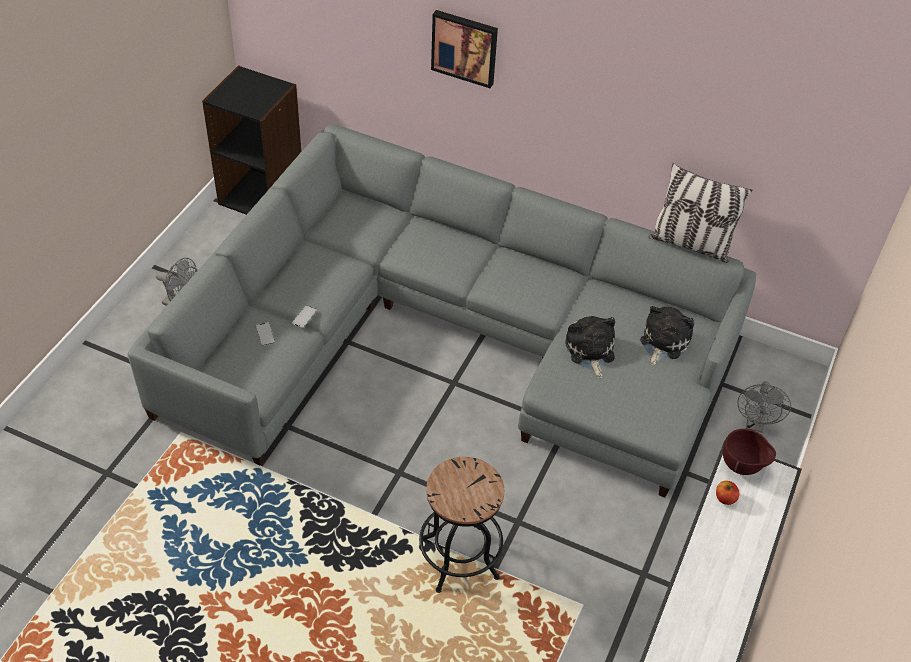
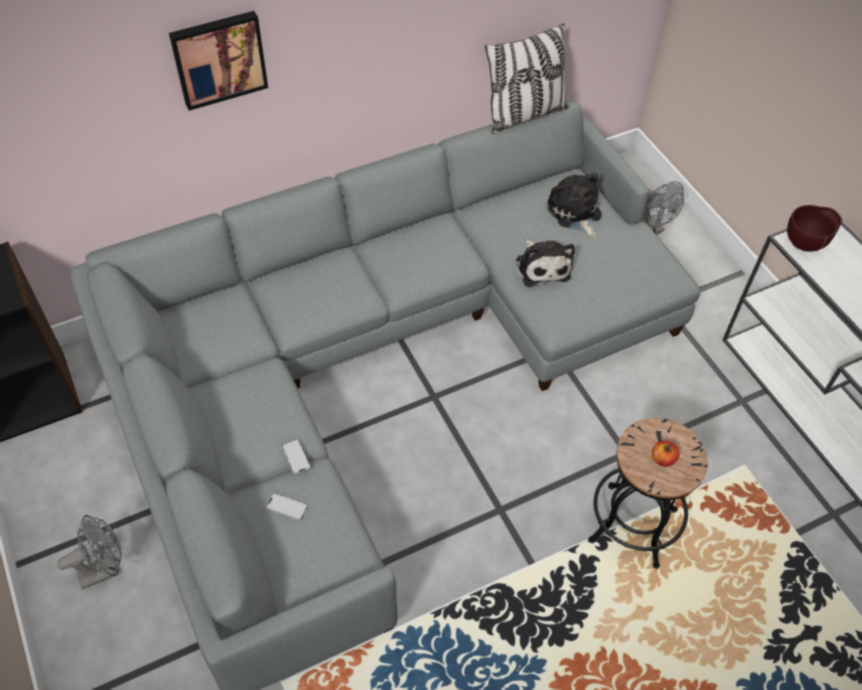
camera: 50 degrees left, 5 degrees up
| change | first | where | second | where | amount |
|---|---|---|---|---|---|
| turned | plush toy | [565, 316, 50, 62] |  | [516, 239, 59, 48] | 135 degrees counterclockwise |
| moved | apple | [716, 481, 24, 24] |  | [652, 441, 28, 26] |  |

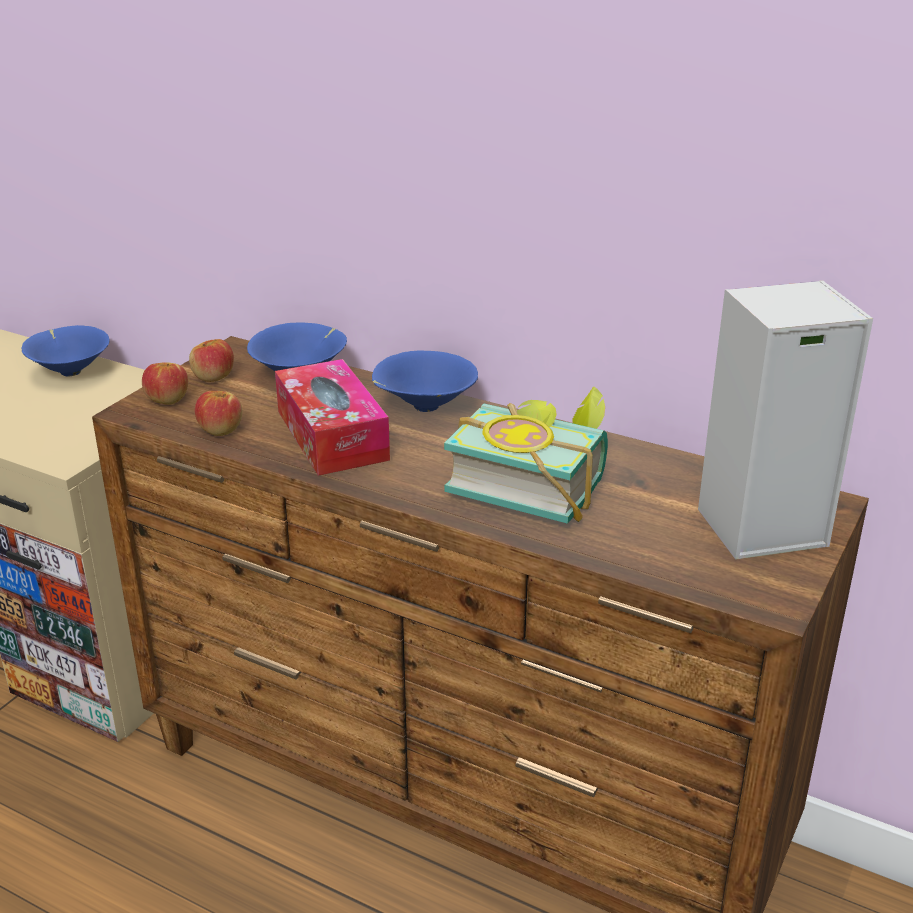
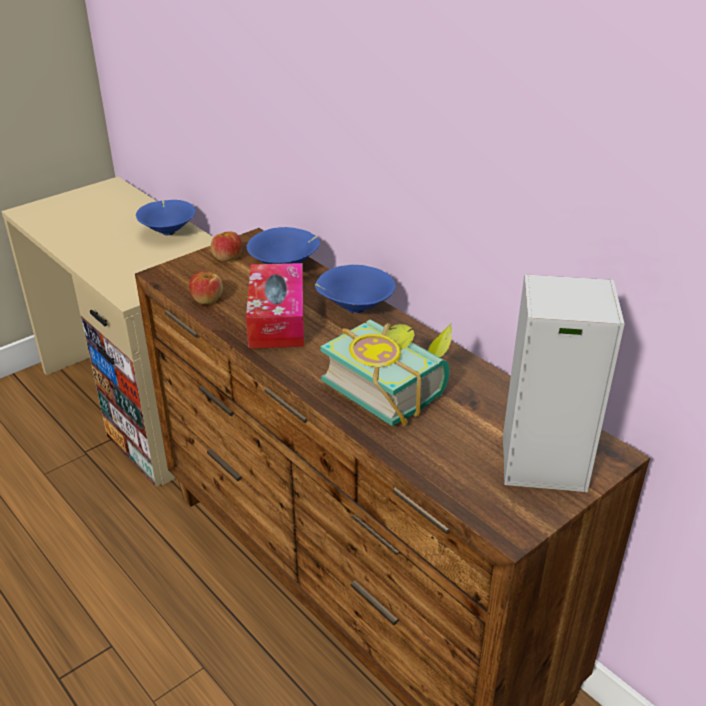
camera: 20 degrees right, 5 degrees up
| change | first | where | second | where | amount |
|---|---|---|---|---|---|
| removed | apple | [142, 362, 46, 43] |  |  |  |

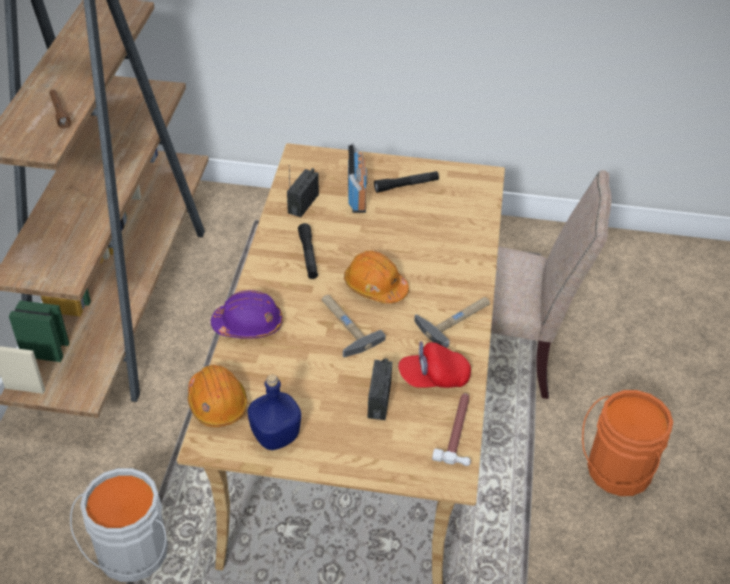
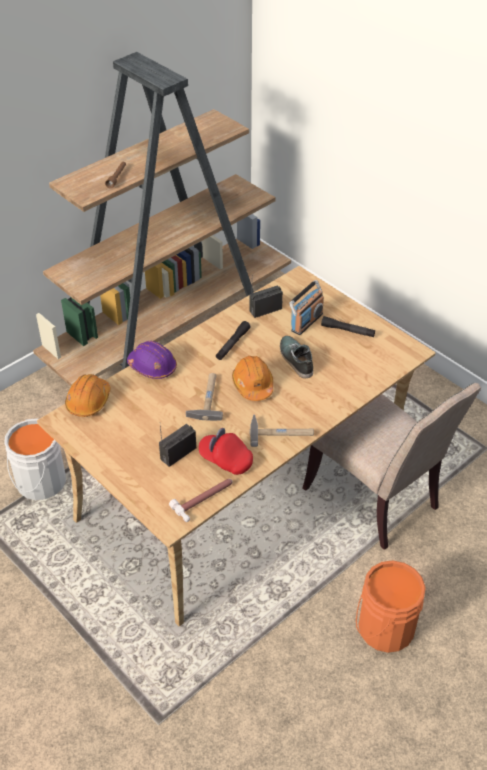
camera: 40 degrees right, 0 degrees up
| change | first | where | second | where | amount |
|---|---|---|---|---|---|
| removed | bottle (blue) | [248, 374, 53, 76] |  |  |  |
| added |  |  | shoe | [280, 336, 33, 42] |  |

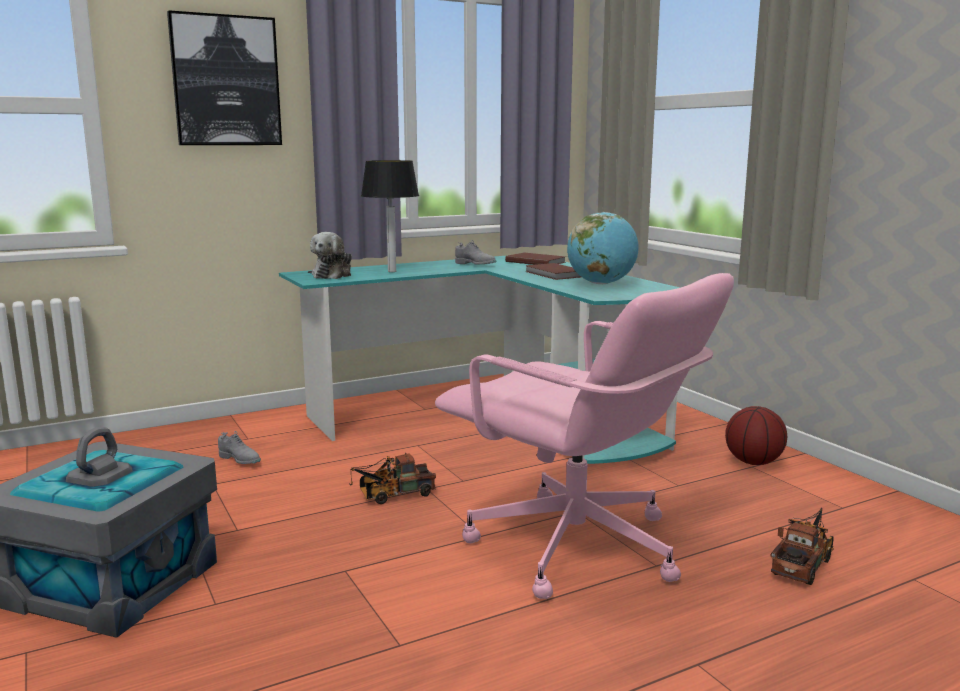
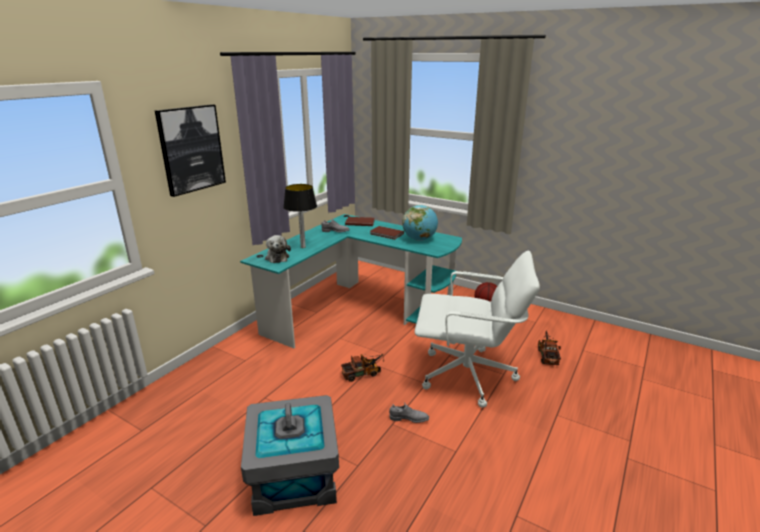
camera: 30 degrees left, 10 degrees up
| change | first | where | second | where | amount |
|---|---|---|---|---|---|
| recoloured | office chair (pink) | [435, 273, 299, 326] | office chair (white) | [415, 251, 125, 157] |  |
| moved | shoe (grey) | [218, 431, 43, 33] |  | [389, 403, 40, 20] |  |
| turned | toy truck | [349, 453, 87, 51] |  | [341, 354, 44, 28] | 150 degrees counterclockwise |

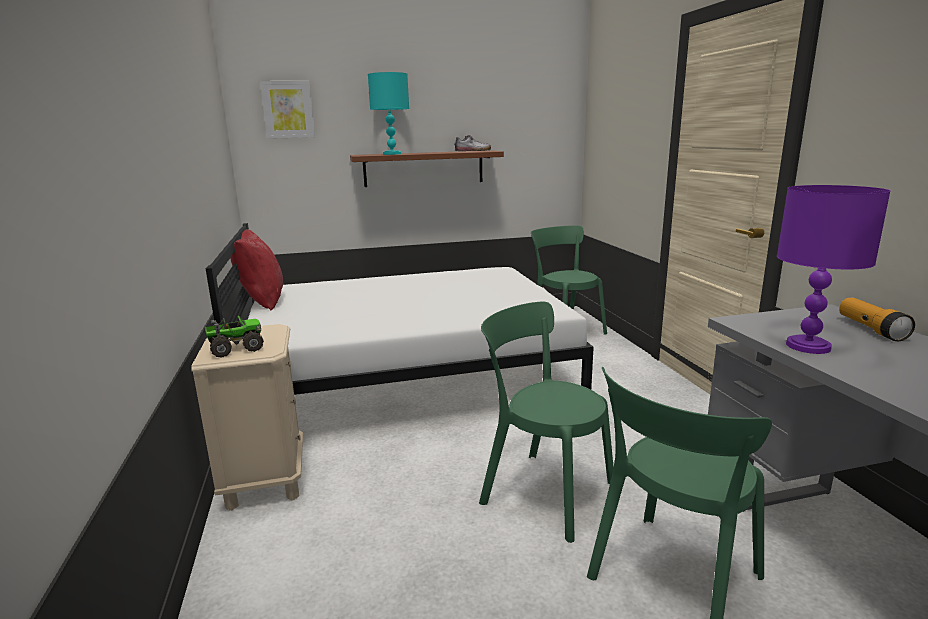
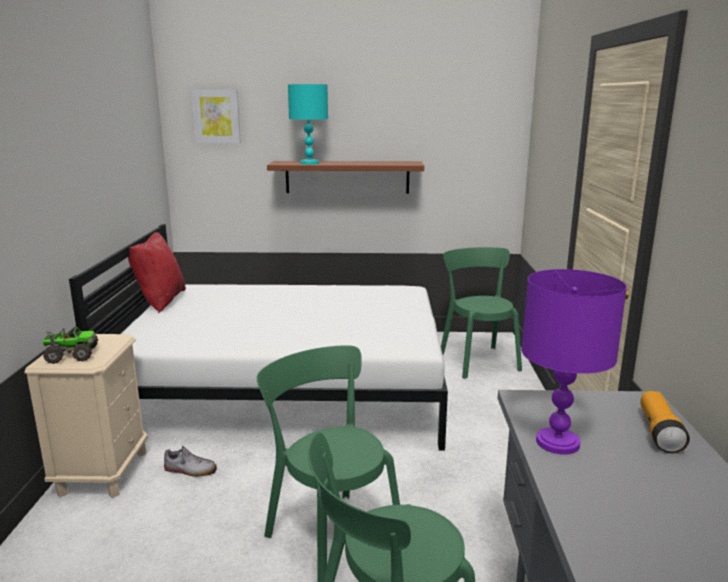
camera: 15 degrees right, 0 degrees up
| change | first | where | second | where | amount |
|---|---|---|---|---|---|
| moved | shoe | [455, 135, 36, 16] |  | [164, 446, 53, 30] |  |

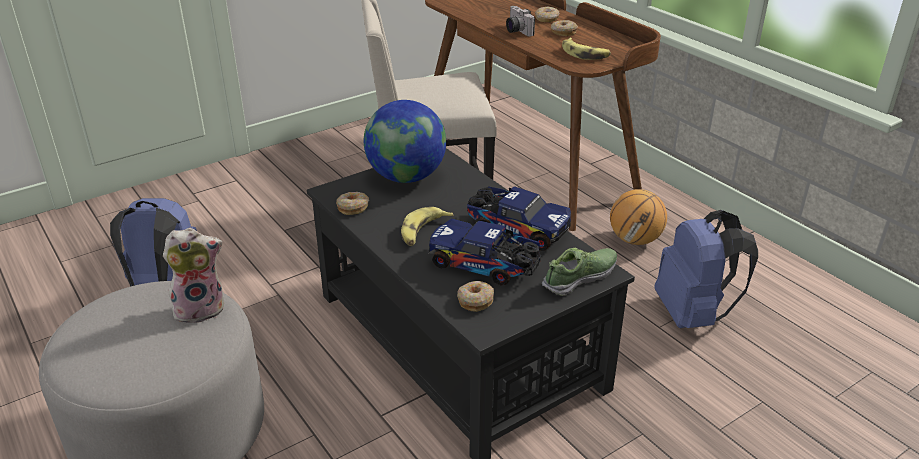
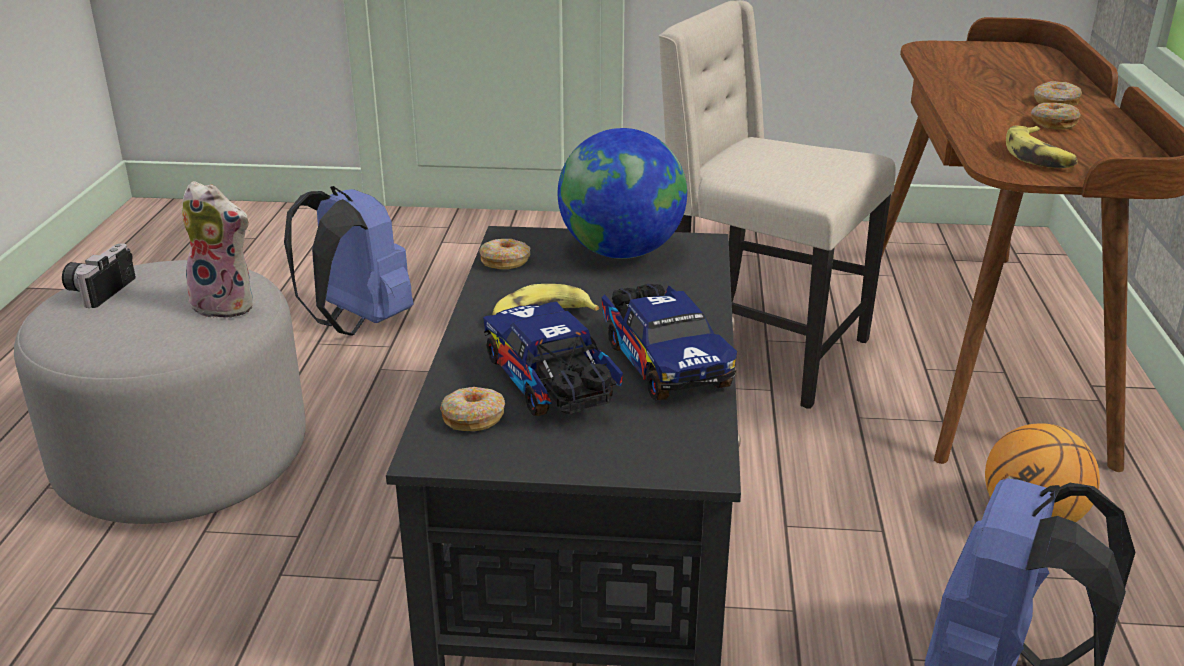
camera: 40 degrees right, 5 degrees down
| change | first | where | second | where | amount |
|---|---|---|---|---|---|
| moved | photo camera | [506, 6, 29, 30] |  | [62, 243, 74, 65] |  |
| removed | shoe | [542, 248, 75, 48] |  |  |  |

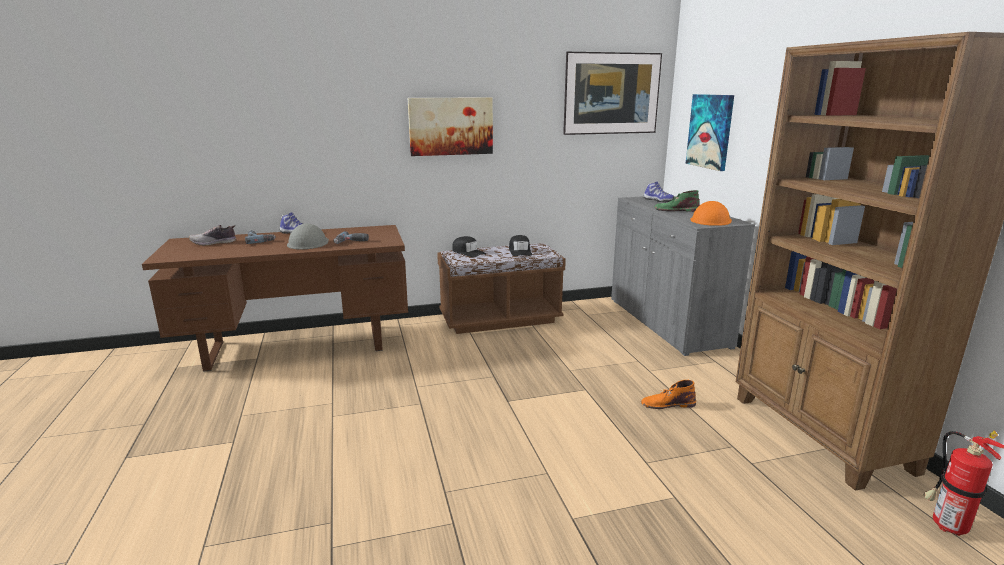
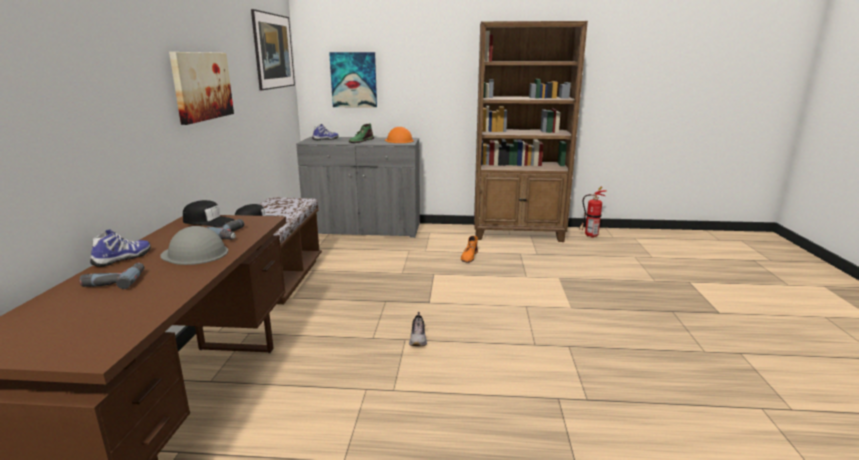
camera: 70 degrees left, 0 degrees up
| change | first | where | second | where | amount |
|---|---|---|---|---|---|
| moved | shoe | [189, 225, 47, 21] |  | [409, 312, 18, 34] |  |
| moved | cap (black) | [509, 235, 23, 21] |  | [183, 200, 52, 27] |  |

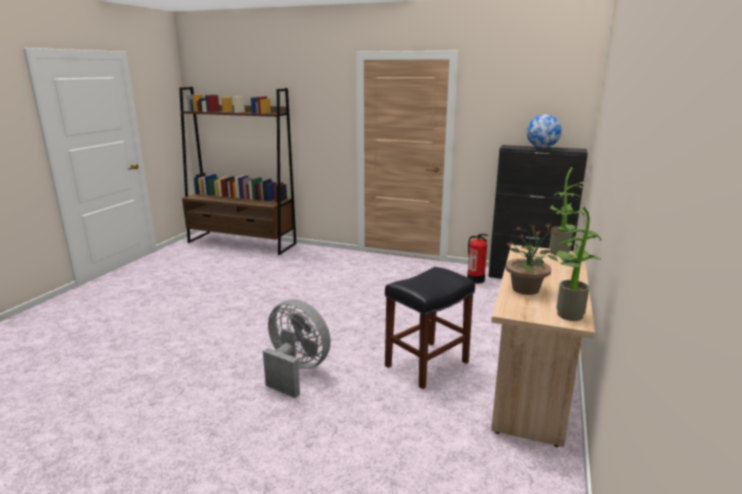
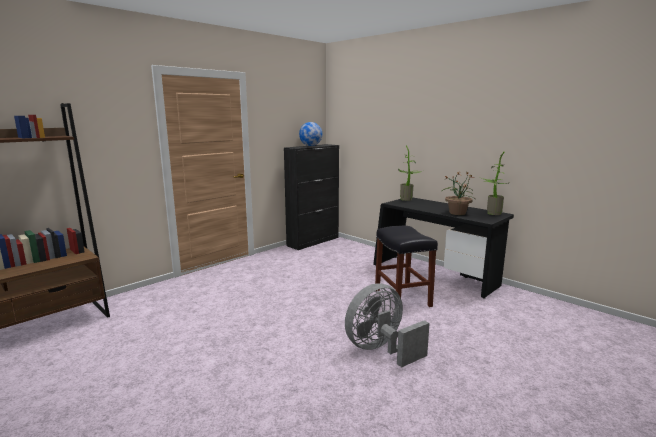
camera: 65 degrees left, 5 degrees down
| change | first | where | second | where | amount |
|---|---|---|---|---|---|
| removed | fire extinguisher | [467, 234, 21, 50] |  |  |  |
| recoloured | desk (beige) | [491, 244, 104, 203] | desk (black) | [373, 198, 141, 101] |  |

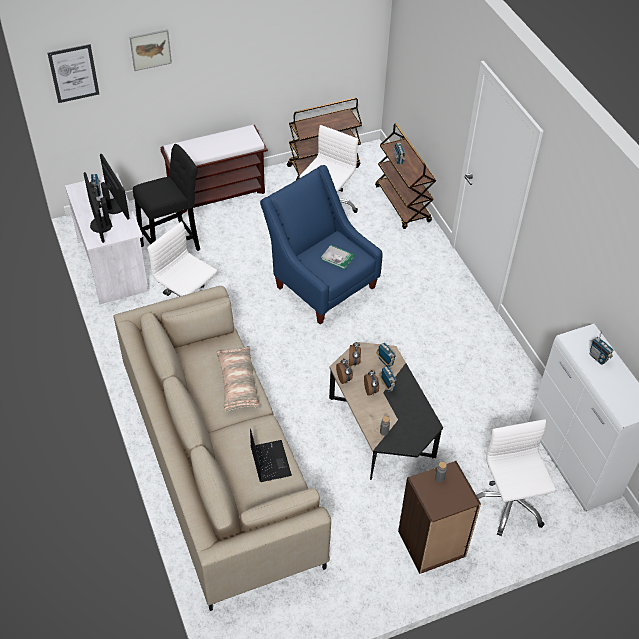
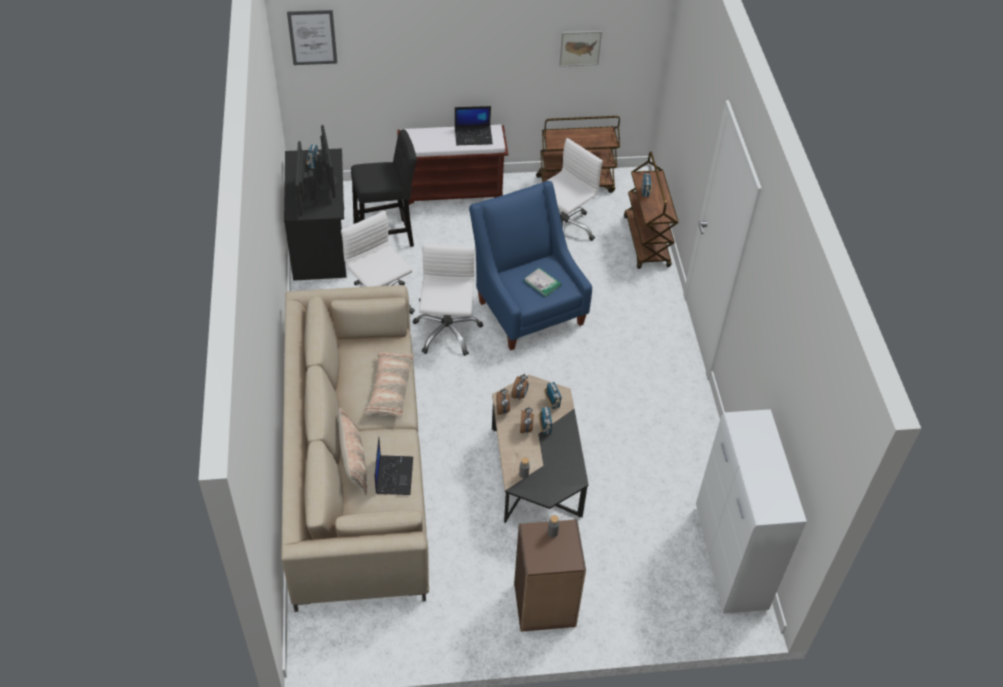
camera: 15 degrees right, 0 degrees up
| change | first | where | second | where | amount |
|---|---|---|---|---|---|
| moved | picture | [130, 29, 42, 42] |  | [559, 31, 43, 36] |  |
| recoloured | desk (white) | [65, 173, 84, 131] | desk (black) | [284, 148, 63, 133] |  |
| removed | radio | [589, 330, 24, 35] |  |  |  |
| moved | office chair (white) | [476, 419, 80, 117] |  | [413, 244, 70, 112] |  |
| added |  |  | laptop | [455, 106, 38, 39] |  |
| added |  |  | pillow | [339, 408, 28, 87] |  |

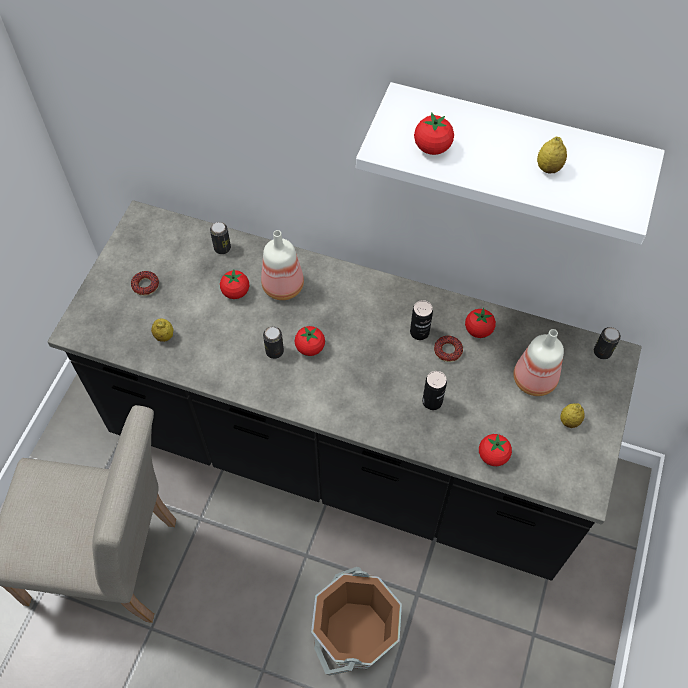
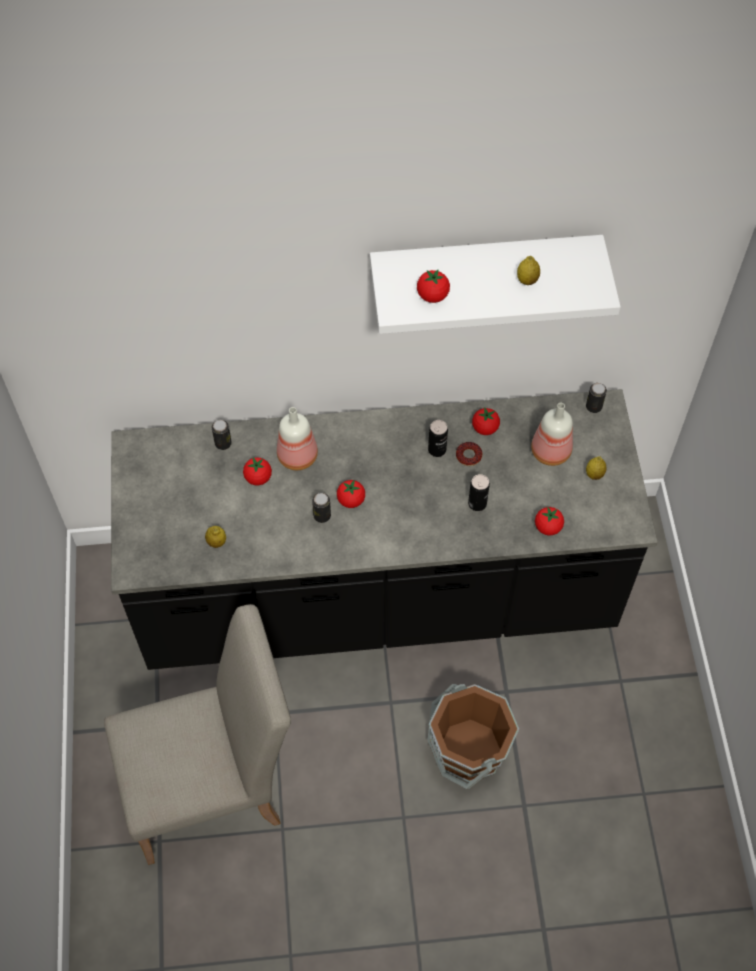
camera: 25 degrees left, 0 degrees up
| change | first | where | second | where | amount |
|---|---|---|---|---|---|
| removed | donut | [131, 271, 28, 25] |  |  |  |

